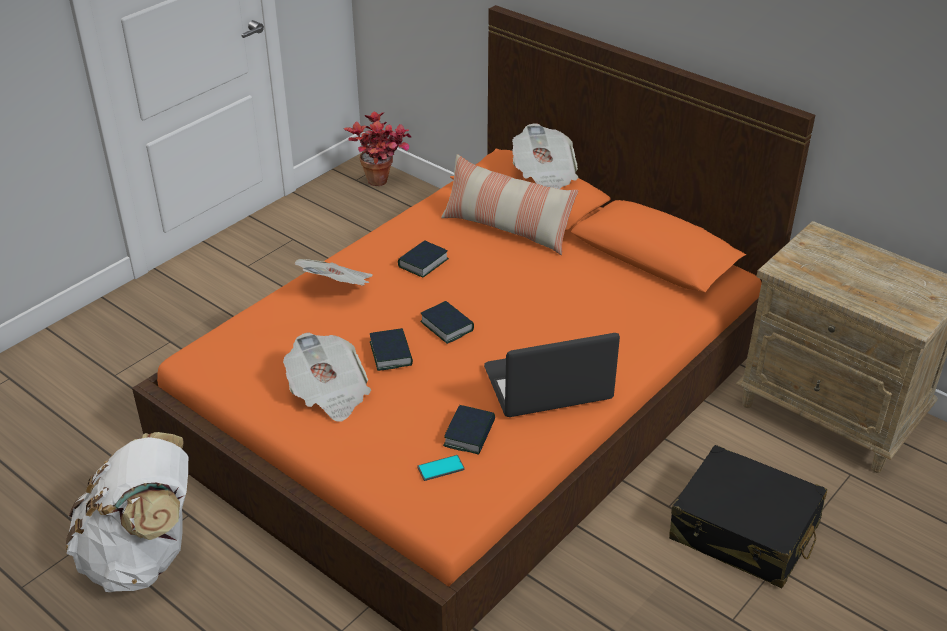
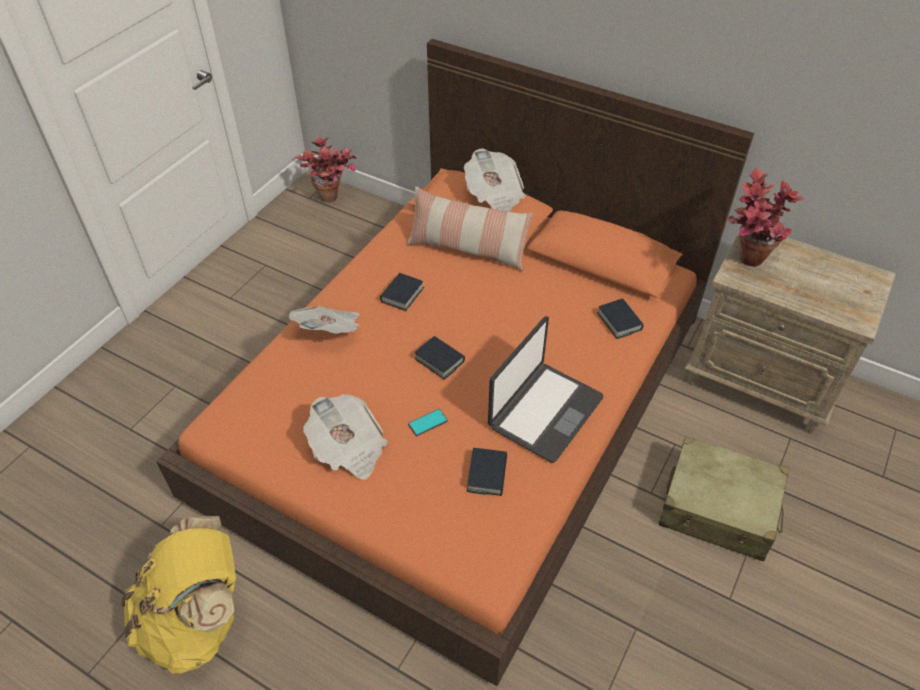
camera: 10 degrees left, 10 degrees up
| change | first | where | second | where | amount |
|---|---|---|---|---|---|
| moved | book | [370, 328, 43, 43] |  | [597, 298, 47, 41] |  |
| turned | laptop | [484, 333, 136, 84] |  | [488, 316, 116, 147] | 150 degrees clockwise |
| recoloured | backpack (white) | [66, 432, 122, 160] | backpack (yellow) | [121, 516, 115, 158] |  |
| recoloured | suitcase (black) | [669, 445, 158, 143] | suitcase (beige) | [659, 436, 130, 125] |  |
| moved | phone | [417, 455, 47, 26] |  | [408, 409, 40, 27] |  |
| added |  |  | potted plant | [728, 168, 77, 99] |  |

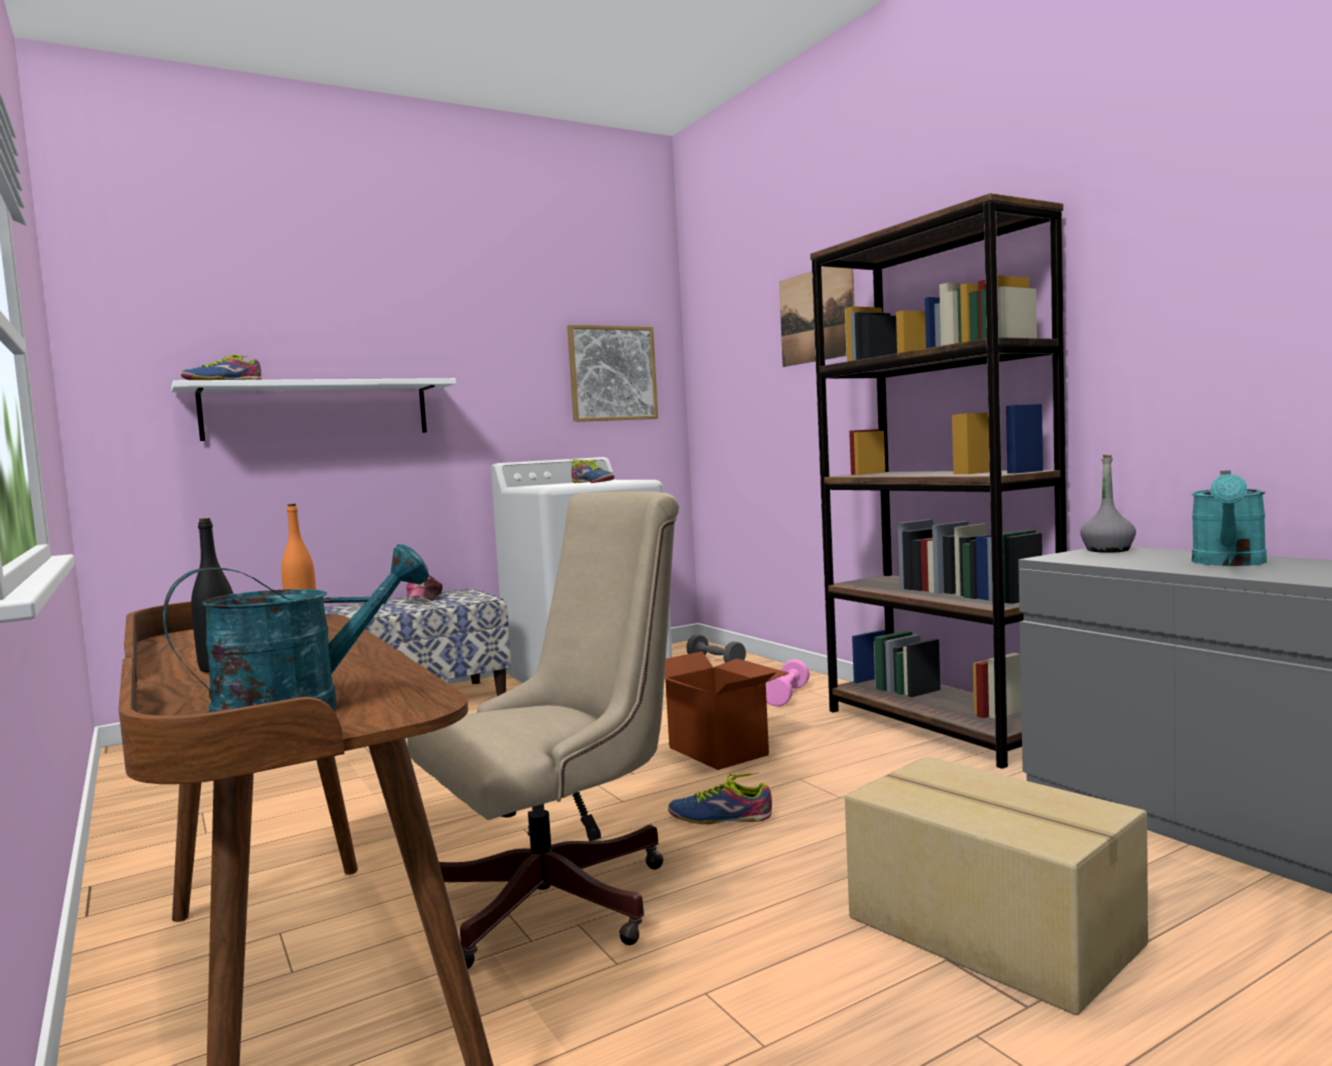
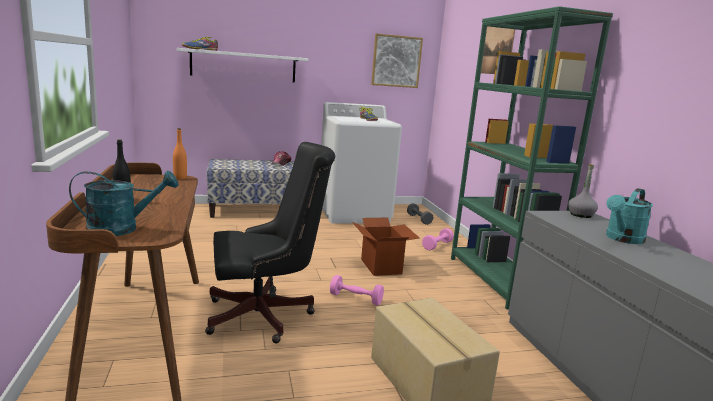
camera: 15 degrees right, 10 degrees up
| change | first | where | second | where | amount |
|---|---|---|---|---|---|
| recoloured | bookcase (brown) | [810, 193, 257, 576] | bookcase (green) | [451, 6, 162, 304] |  |
| recoloured | office chair (beige) | [407, 492, 272, 477] | office chair (black) | [205, 142, 130, 201] |  |
| replaced | shoe | [668, 773, 104, 51] | dumbbell (pink) | [330, 275, 54, 30] |  |

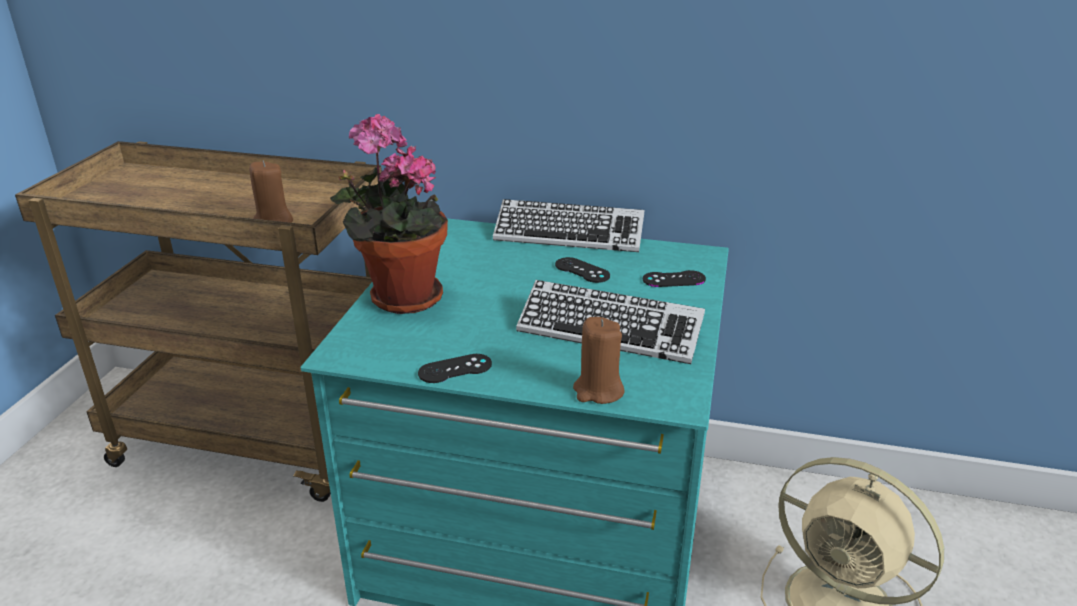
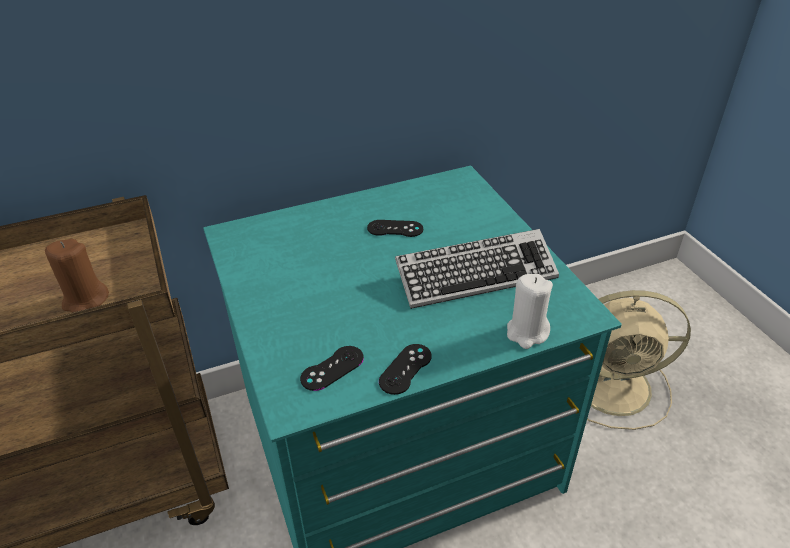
camera: 35 degrees left, 10 degrees up
| change | first | where | second | where | amount |
|---|---|---|---|---|---|
| removed | potted plant | [330, 114, 118, 200] |  |  |  |
| removed | keyboard | [493, 199, 151, 53] |  |  |  |
| moved | game controller (black) | [643, 270, 63, 17] |  | [300, 346, 64, 45] |  |
| recoloured | candle (brown) | [573, 317, 51, 87] | candle (white) | [507, 274, 46, 75] |  |

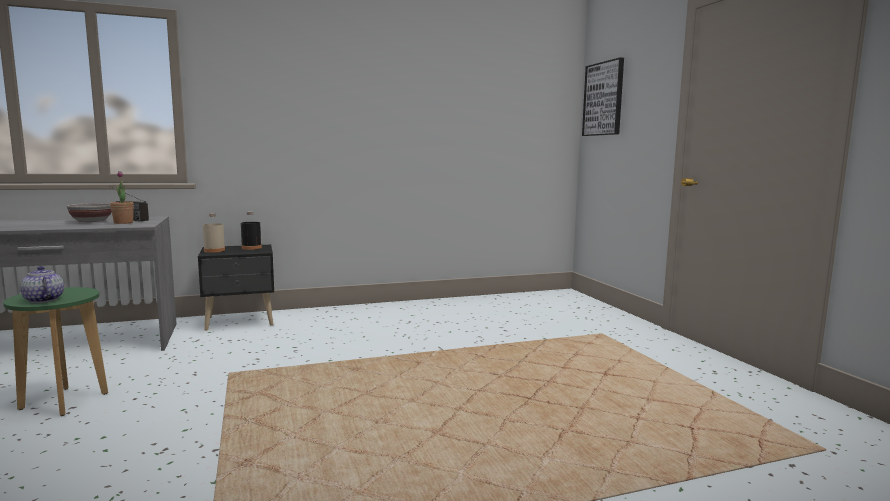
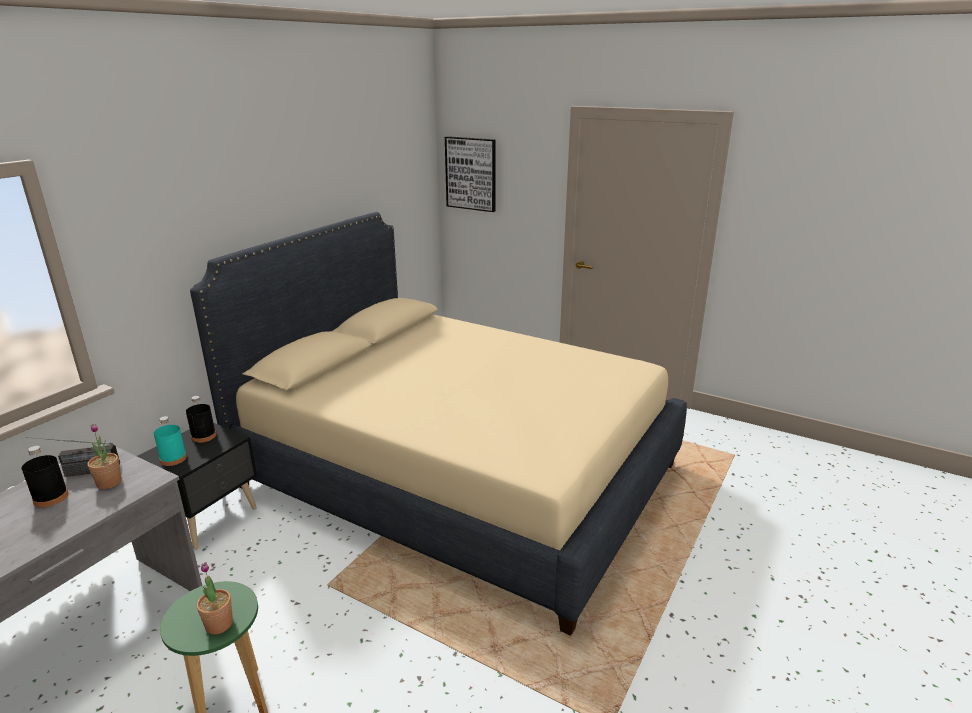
camera: 40 degrees left, 15 degrees up
| change | first | where | second | where | amount |
|---|---|---|---|---|---|
| replaced | bowl | [67, 203, 45, 19] | bottle (black) | [21, 446, 48, 61] |  |
| recoloured | bottle (beige) | [203, 213, 22, 40] | bottle (turquoise) | [154, 416, 33, 50] |  |
| replaced | teapot | [20, 266, 44, 37] | potted plant | [197, 562, 36, 72] |  |
| added |  |  | bed (beige) | [190, 212, 497, 424] |  |

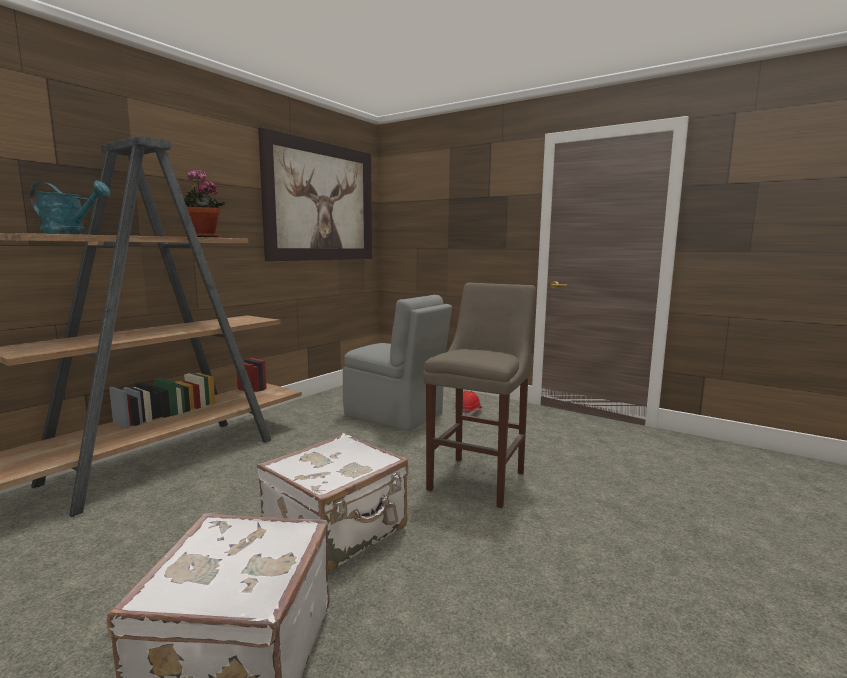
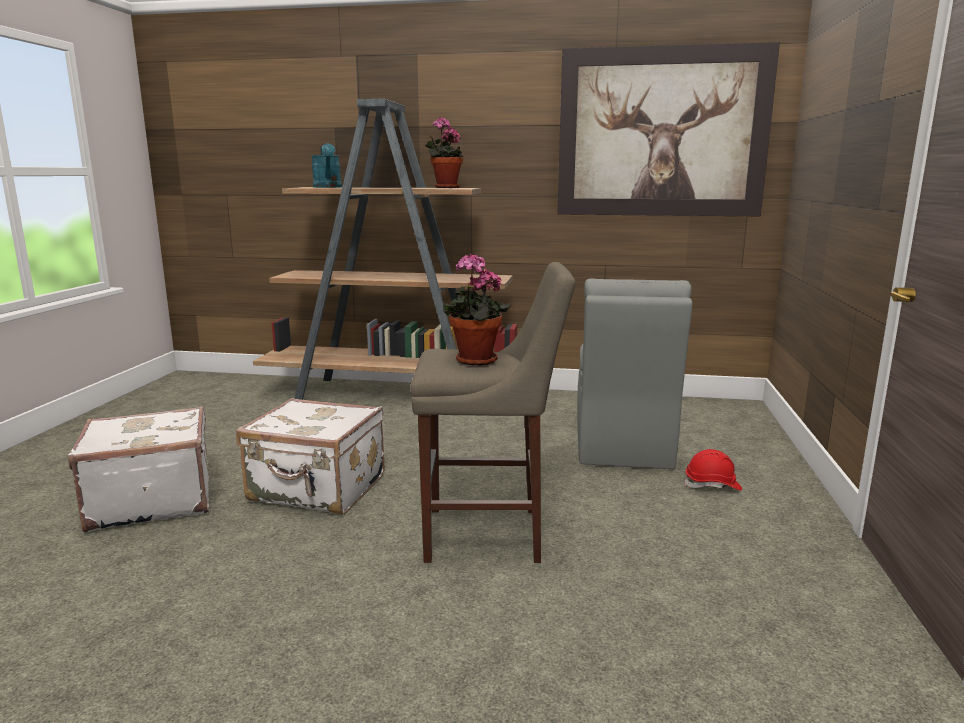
camera: 65 degrees right, 5 degrees up
| change | first | where | second | where | amount |
|---|---|---|---|---|---|
| added |  |  | potted plant | [443, 254, 68, 112] |  |

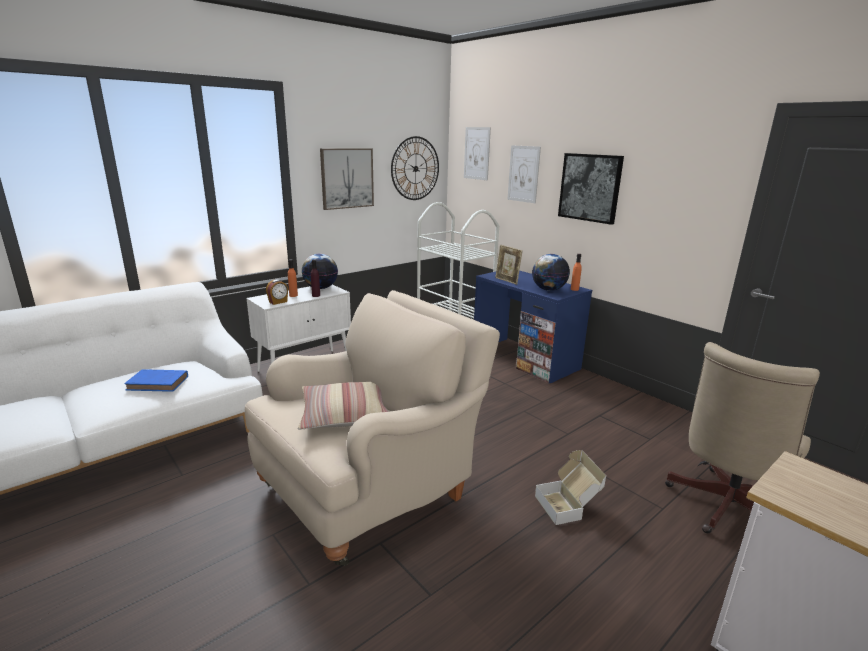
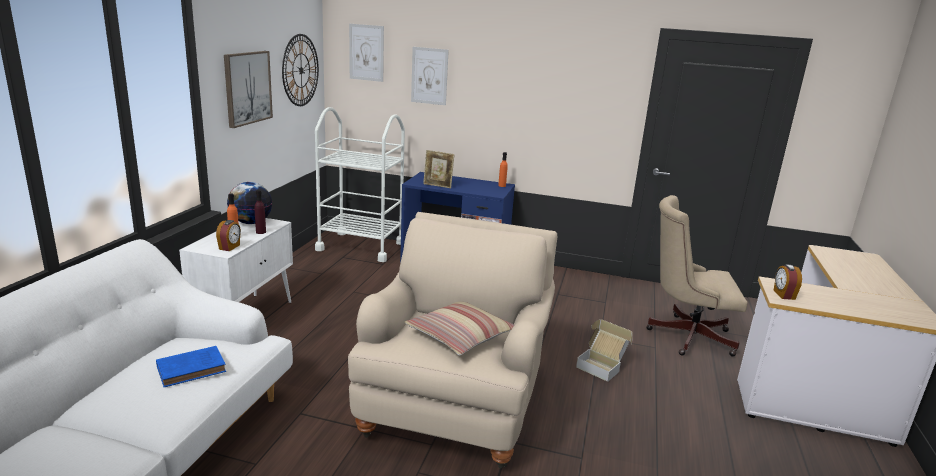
camera: 35 degrees left, 0 degrees up
| change | first | where | second | where | amount |
|---|---|---|---|---|---|
| removed | picture | [558, 153, 66, 72] |  |  |  |
| removed | globe | [532, 254, 38, 37] |  |  |  |
| turned | office chair (beige) | [665, 342, 155, 191] |  | [646, 195, 102, 162] | 90 degrees clockwise |
| added |  |  | alarm clock | [774, 264, 28, 36] |  |

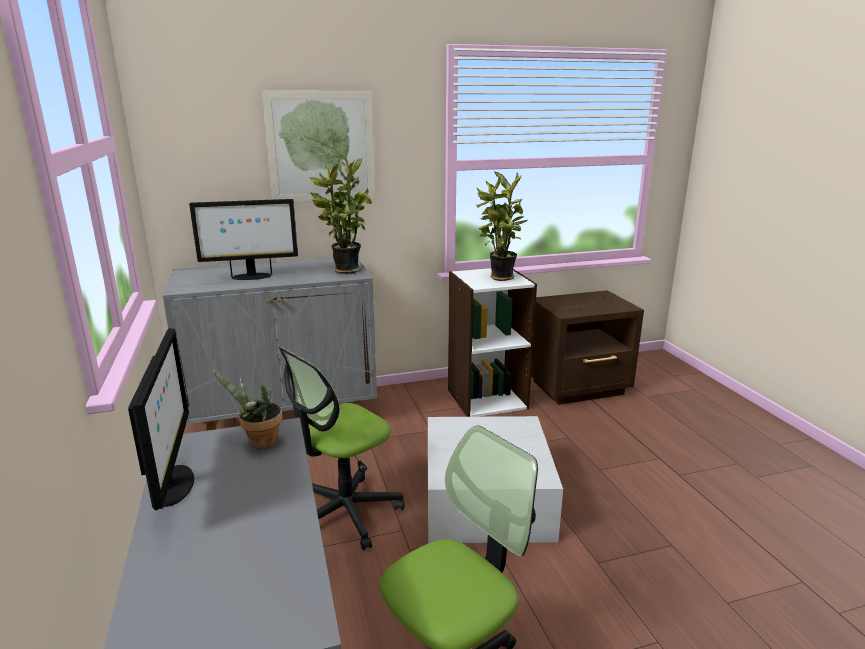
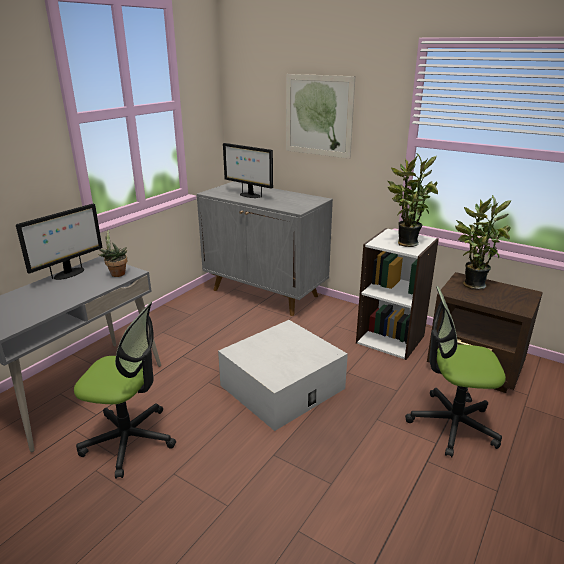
camera: 50 degrees right, 5 degrees up
| change | first | where | second | where | amount |
|---|---|---|---|---|---|
| moved | potted plant | [310, 156, 62, 118] |  | [455, 194, 57, 96] |  |
| moved | office chair | [278, 346, 127, 204] |  | [405, 286, 101, 172] |  |

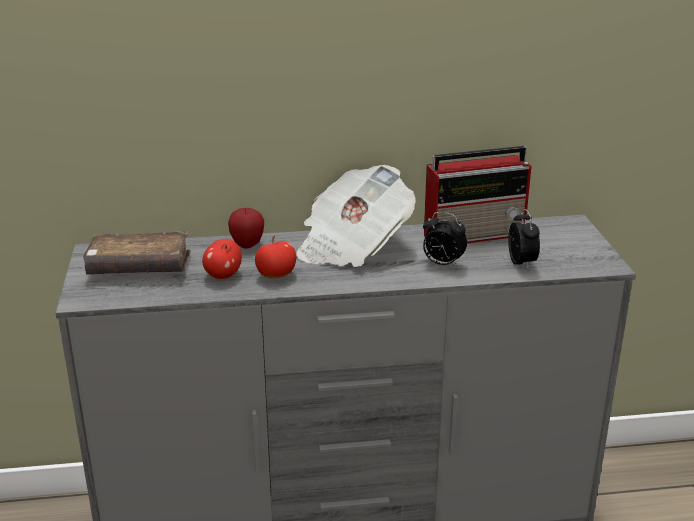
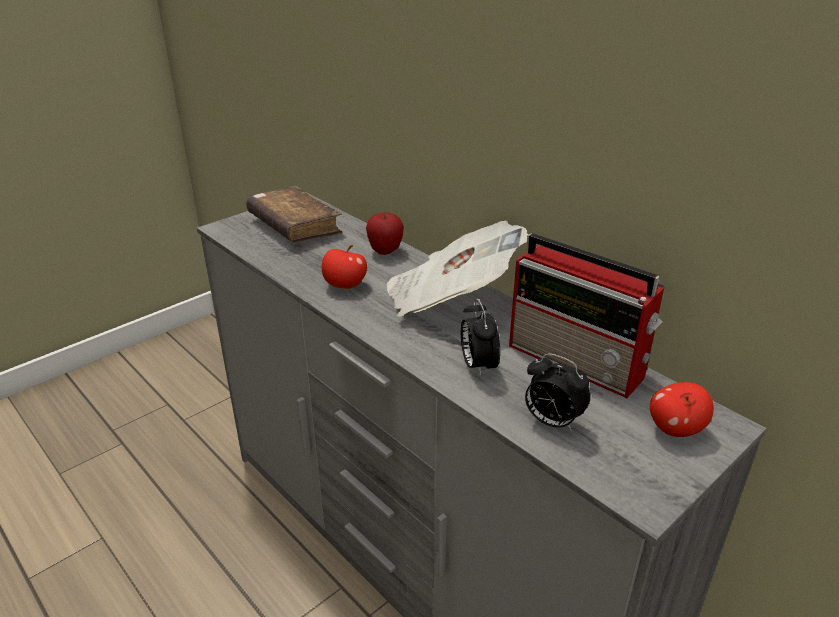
camera: 55 degrees right, 5 degrees up
| change | first | where | second | where | amount |
|---|---|---|---|---|---|
| turned | alarm clock | [508, 209, 32, 60] |  | [525, 353, 66, 79] | 75 degrees clockwise |
| moved | apple | [202, 239, 40, 40] |  | [650, 382, 64, 55] |  |

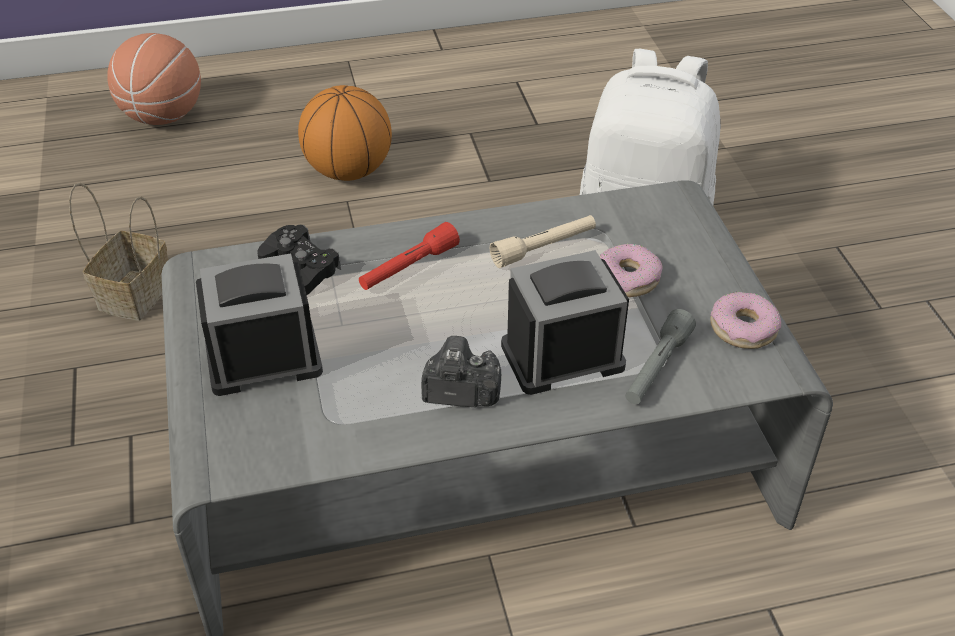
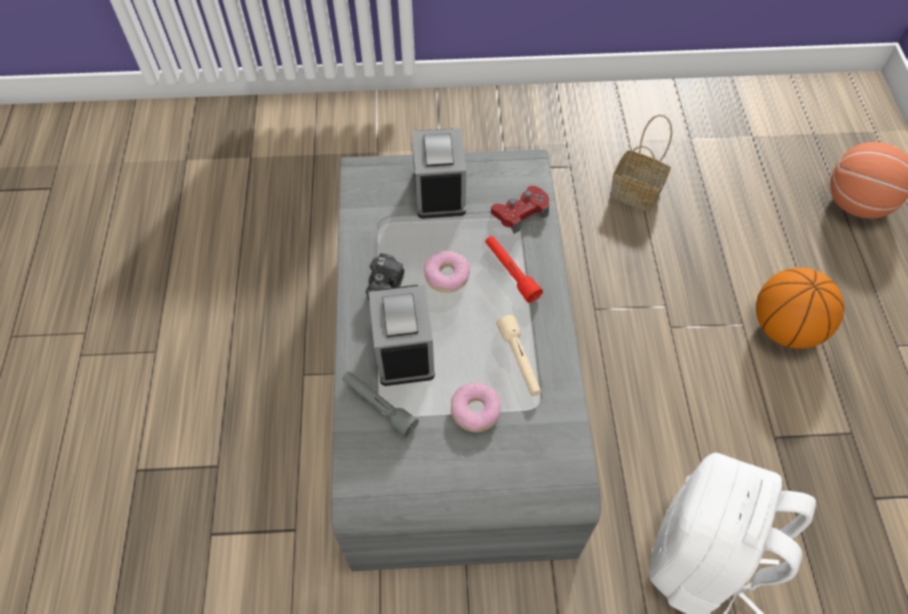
camera: 100 degrees right, 15 degrees up
| change | first | where | second | where | amount |
|---|---|---|---|---|---|
| recoloured | game controller (black) | [258, 225, 83, 70] | game controller (red) | [491, 186, 58, 48] |  |
| moved | donut | [710, 292, 71, 57] |  | [424, 251, 46, 41] |  |

